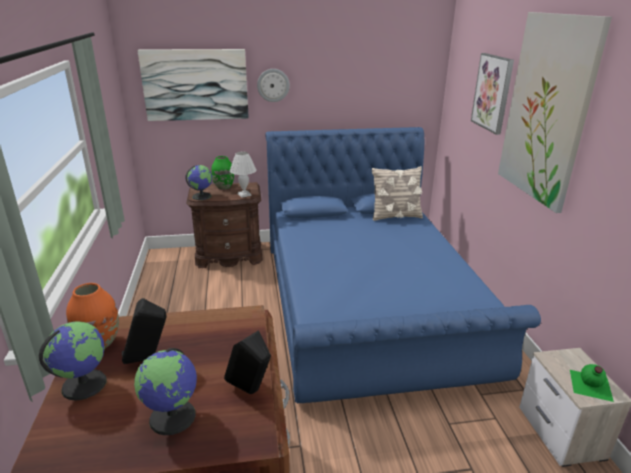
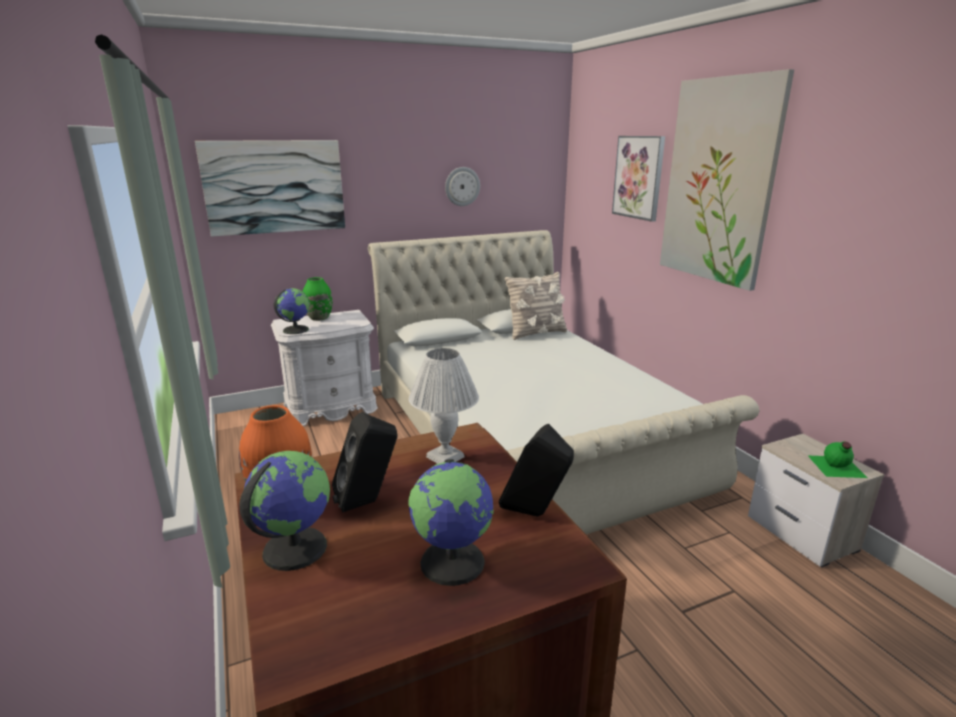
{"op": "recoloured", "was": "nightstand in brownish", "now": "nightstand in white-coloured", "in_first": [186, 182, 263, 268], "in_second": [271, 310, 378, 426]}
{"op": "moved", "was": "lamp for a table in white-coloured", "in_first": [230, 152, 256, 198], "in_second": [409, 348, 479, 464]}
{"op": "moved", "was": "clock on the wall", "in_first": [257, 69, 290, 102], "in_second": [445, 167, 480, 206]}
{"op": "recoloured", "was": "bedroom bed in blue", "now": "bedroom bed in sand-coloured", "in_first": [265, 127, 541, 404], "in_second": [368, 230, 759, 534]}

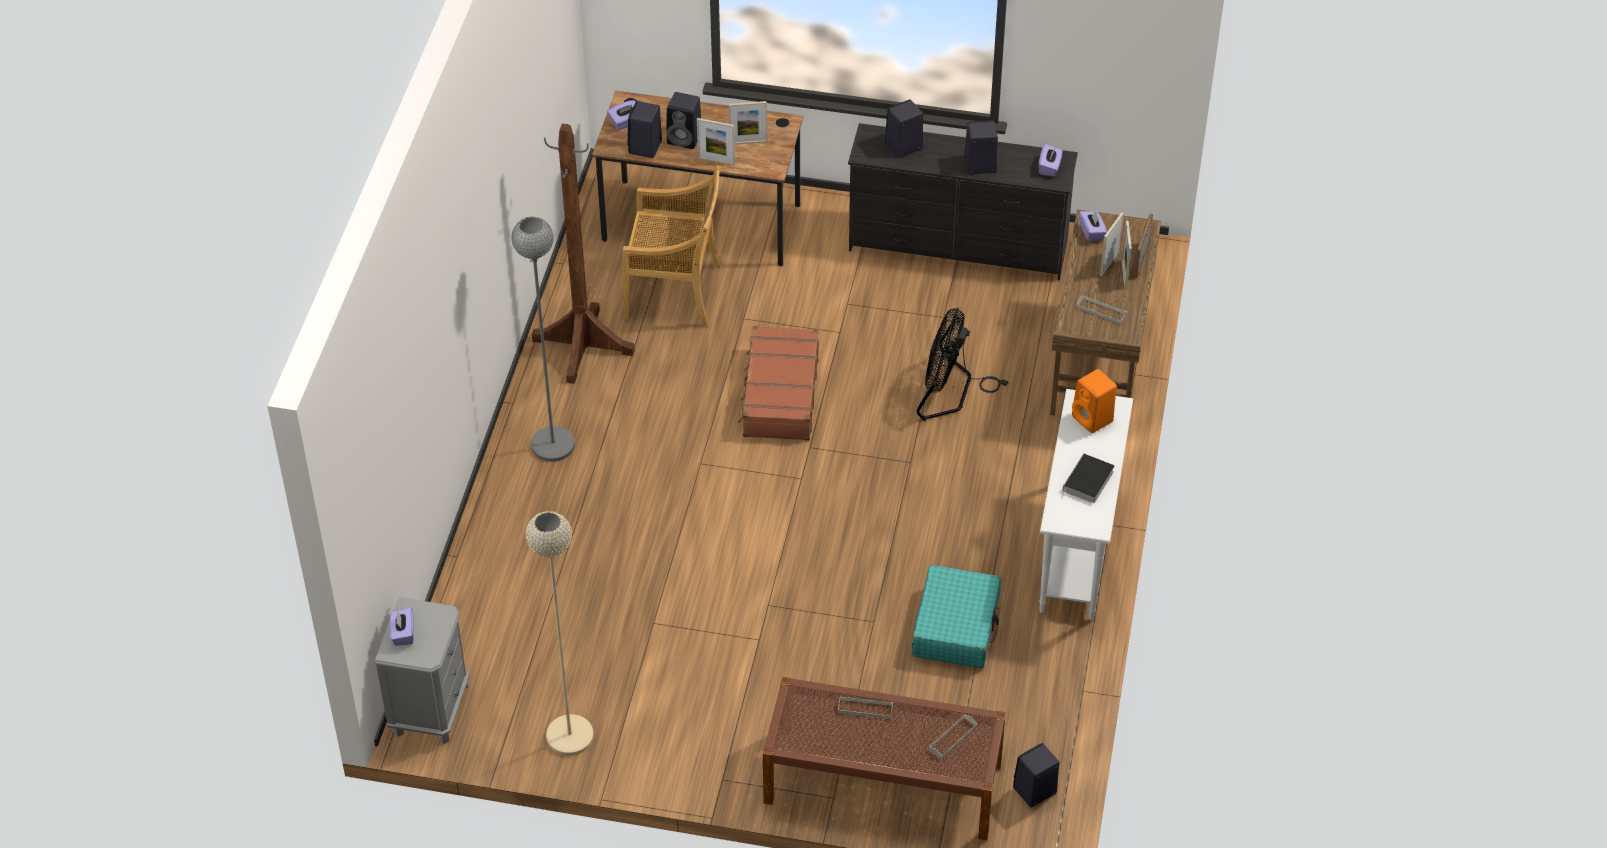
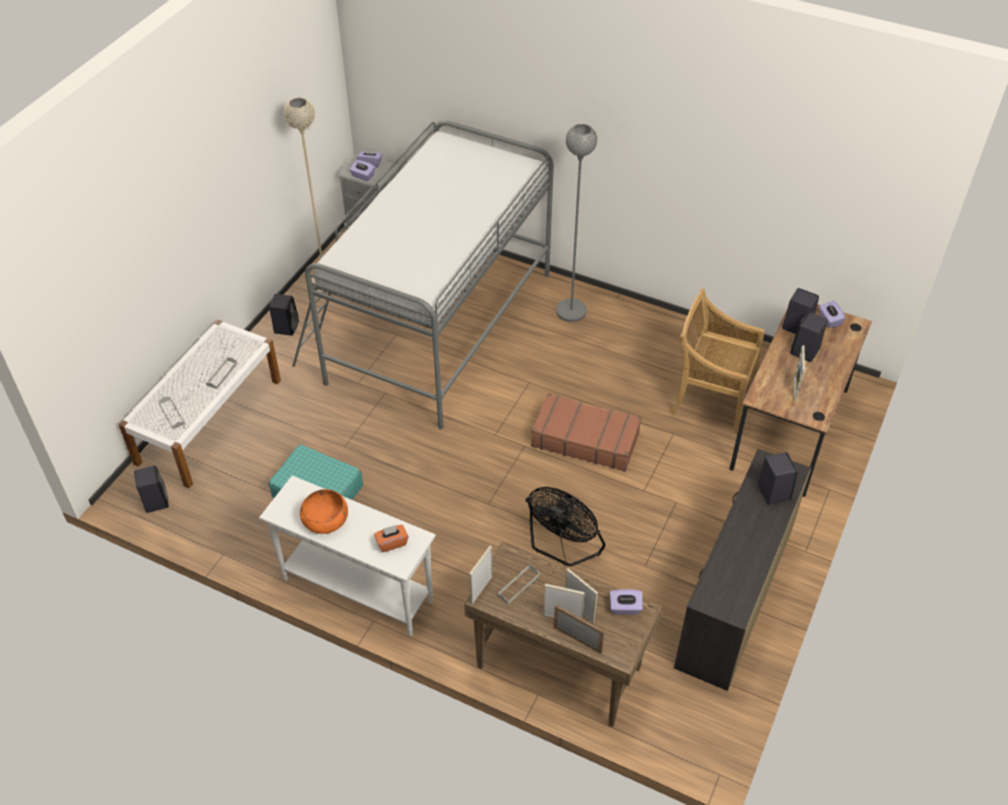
{"op": "removed", "was": "clothes rack in brownish", "in_first": [532, 124, 635, 384]}
{"op": "turned", "was": "chair in sand-coloured", "in_first": [622, 165, 721, 327], "in_second": [670, 288, 764, 434], "clockwise": 90}
{"op": "moved", "was": "standing frame", "in_first": [697, 118, 735, 166], "in_second": [469, 546, 492, 605]}
{"op": "recoloured", "was": "indoor bench in brownish", "now": "indoor bench in white-coloured", "in_first": [763, 677, 1006, 841], "in_second": [118, 319, 281, 489]}
{"op": "moved", "was": "audio speaker in black-coloured", "in_first": [964, 120, 998, 174], "in_second": [269, 294, 299, 336]}
{"op": "moved", "was": "tissue holder in purple-coloured", "in_first": [1038, 144, 1062, 177], "in_second": [350, 160, 375, 181]}
{"op": "replaced", "was": "bound book", "now": "deep dish in orangey", "in_first": [1061, 453, 1114, 503], "in_second": [300, 489, 348, 534]}
{"op": "replaced", "was": "audio speaker in orangey", "now": "tissue holder in orangey", "in_first": [1072, 369, 1117, 433], "in_second": [374, 525, 409, 552]}
{"op": "added", "now": "bedroom bed in gray", "in_second": [292, 121, 554, 430]}

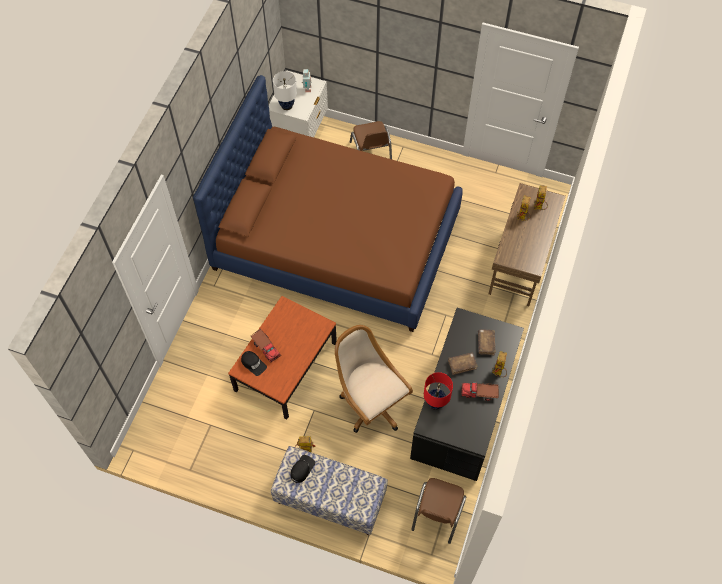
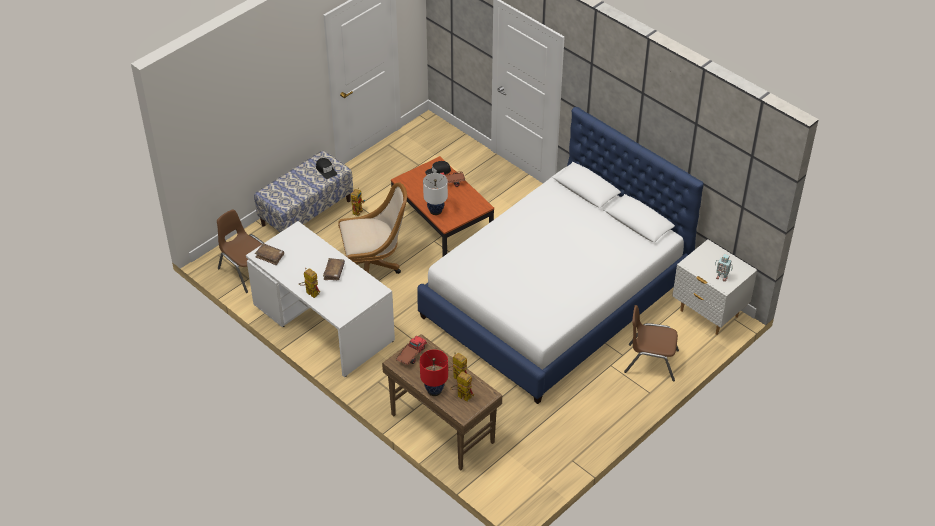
{"op": "recoloured", "was": "bedroom bed in brownish", "now": "bedroom bed in white-coloured", "in_first": [193, 75, 463, 332], "in_second": [417, 107, 704, 404]}
{"op": "moved", "was": "lamp for a table in white-coloured", "in_first": [273, 71, 297, 110], "in_second": [423, 173, 448, 215]}
{"op": "recoloured", "was": "desk table in black-coloured", "now": "desk table in white-coloured", "in_first": [410, 308, 524, 481], "in_second": [246, 221, 395, 377]}
{"op": "moved", "was": "lamp for a table in reddish", "in_first": [424, 372, 453, 410], "in_second": [420, 350, 448, 396]}
{"op": "moved", "was": "toy truck", "in_first": [461, 383, 499, 401], "in_second": [396, 336, 427, 365]}
{"op": "moved", "was": "bound book in brownish", "in_first": [478, 329, 496, 355], "in_second": [255, 243, 284, 265]}

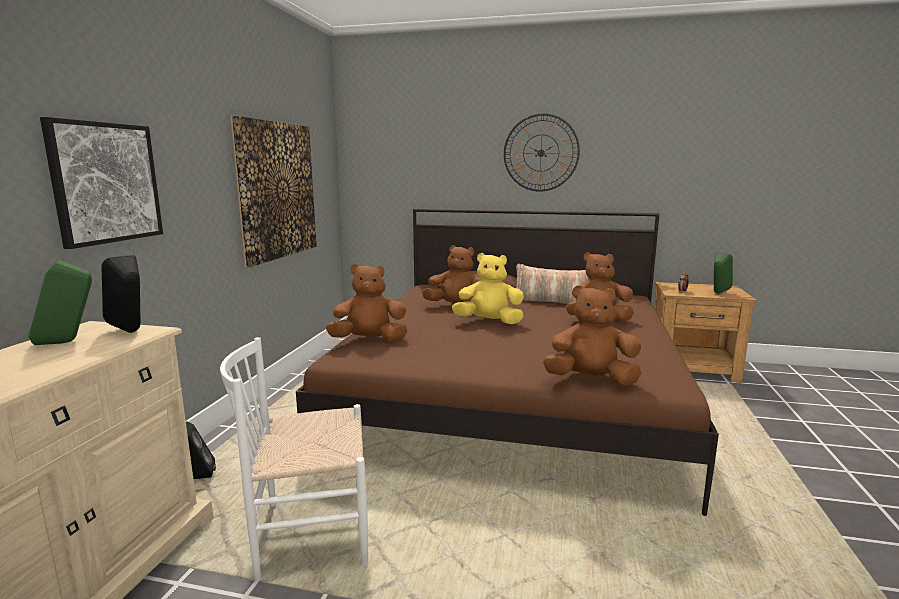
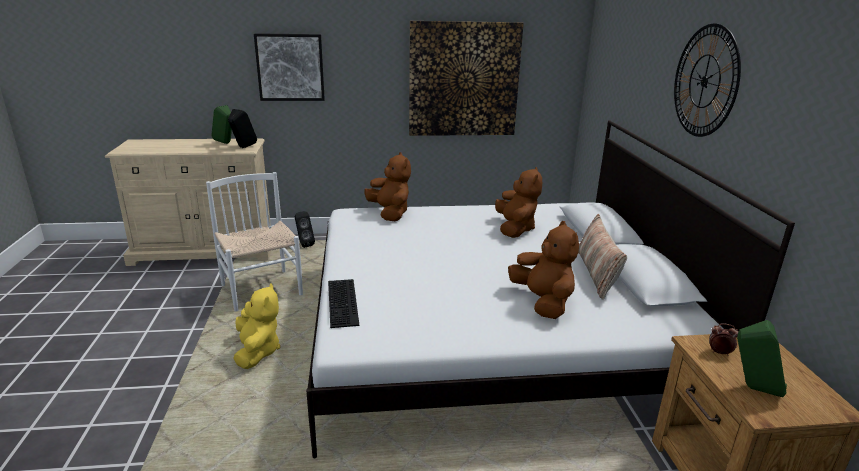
{"op": "recoloured", "was": "bedroom bed in brownish", "now": "bedroom bed in white-coloured", "in_first": [296, 209, 719, 516], "in_second": [306, 120, 795, 458]}
{"op": "moved", "was": "soft toy in yellow", "in_first": [452, 253, 524, 324], "in_second": [233, 284, 280, 369]}
{"op": "replaced", "was": "soft toy in brownish", "now": "keyboard", "in_first": [543, 285, 641, 386], "in_second": [328, 279, 359, 328]}

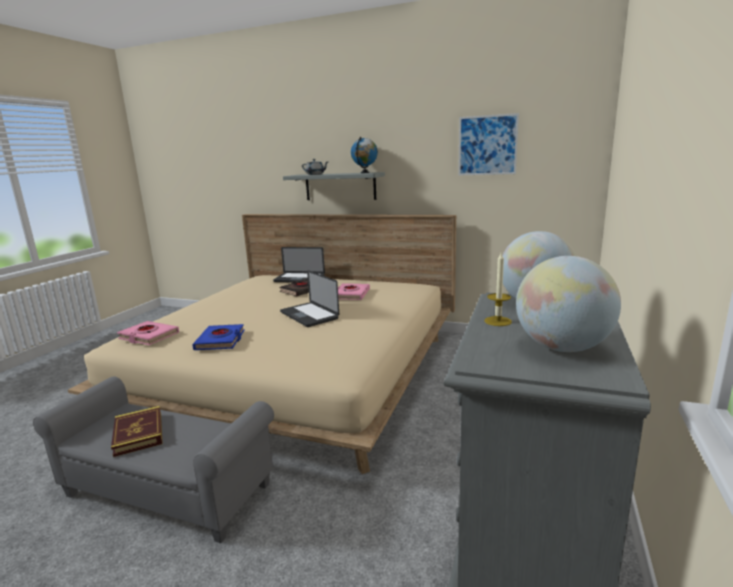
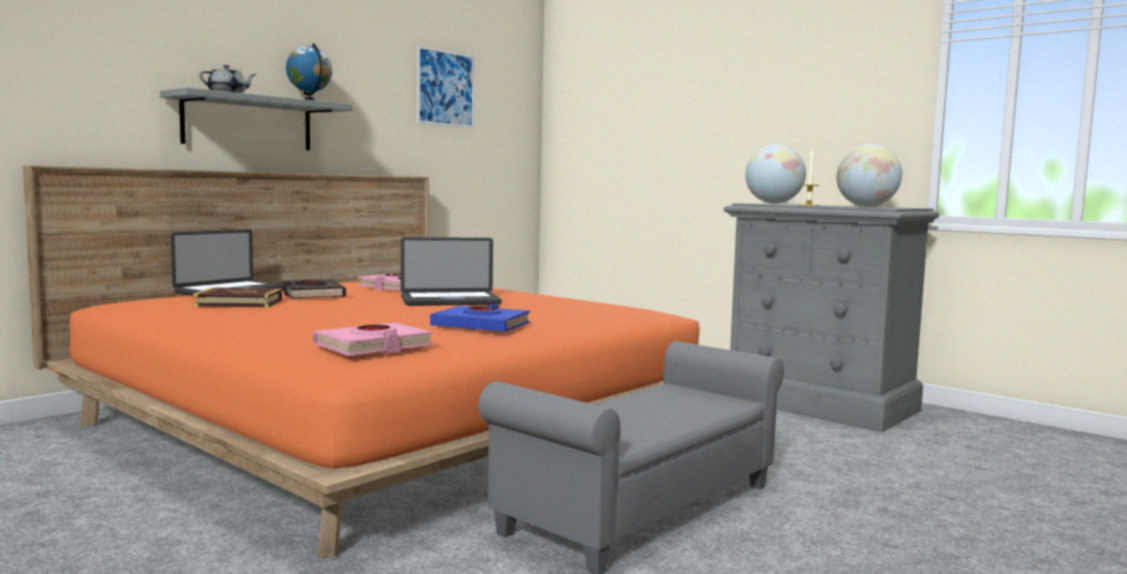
{"op": "recoloured", "was": "bedroom bed in sand-coloured", "now": "bedroom bed in orangey", "in_first": [68, 214, 456, 474], "in_second": [23, 166, 700, 558]}
{"op": "moved", "was": "bound book", "in_first": [111, 406, 163, 457], "in_second": [193, 287, 282, 307]}

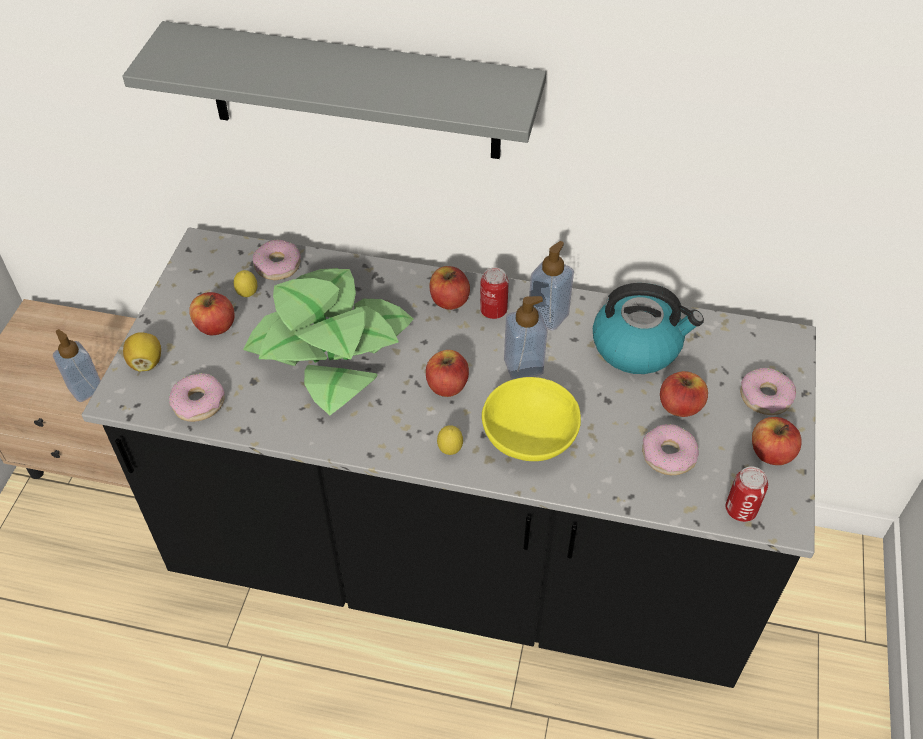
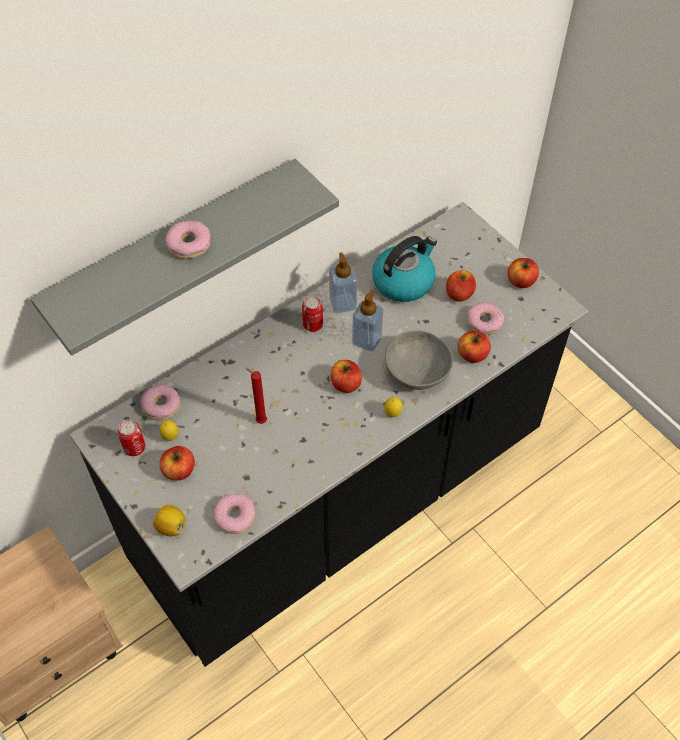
{"op": "removed", "was": "soap bottle", "in_first": [53, 329, 101, 402]}
{"op": "replaced", "was": "plant in a pot", "now": "wax candle in reddish", "in_first": [243, 268, 414, 415], "in_second": [245, 368, 267, 424]}
{"op": "moved", "was": "apple", "in_first": [429, 266, 470, 310], "in_second": [458, 331, 491, 363]}
{"op": "recoloured", "was": "deep dish in yellow", "now": "deep dish in gray", "in_first": [482, 377, 581, 461], "in_second": [385, 331, 453, 390]}
{"op": "moved", "was": "sealed can", "in_first": [725, 466, 768, 522], "in_second": [118, 419, 145, 456]}
{"op": "moved", "was": "doughnut", "in_first": [740, 368, 796, 415], "in_second": [166, 221, 211, 259]}

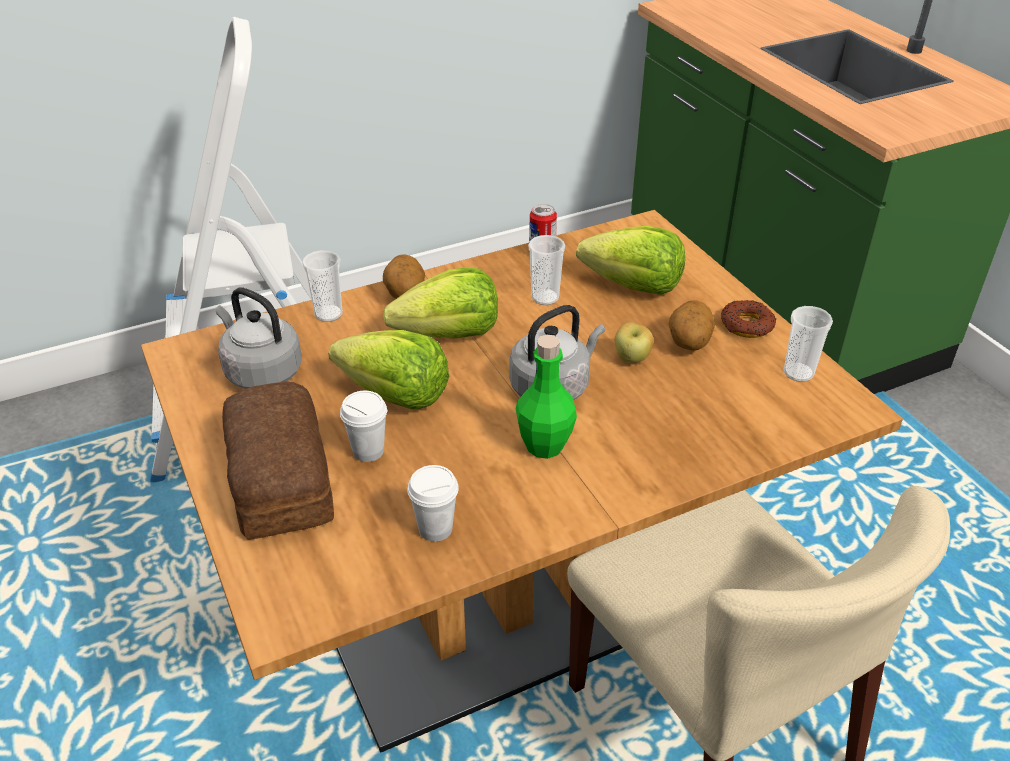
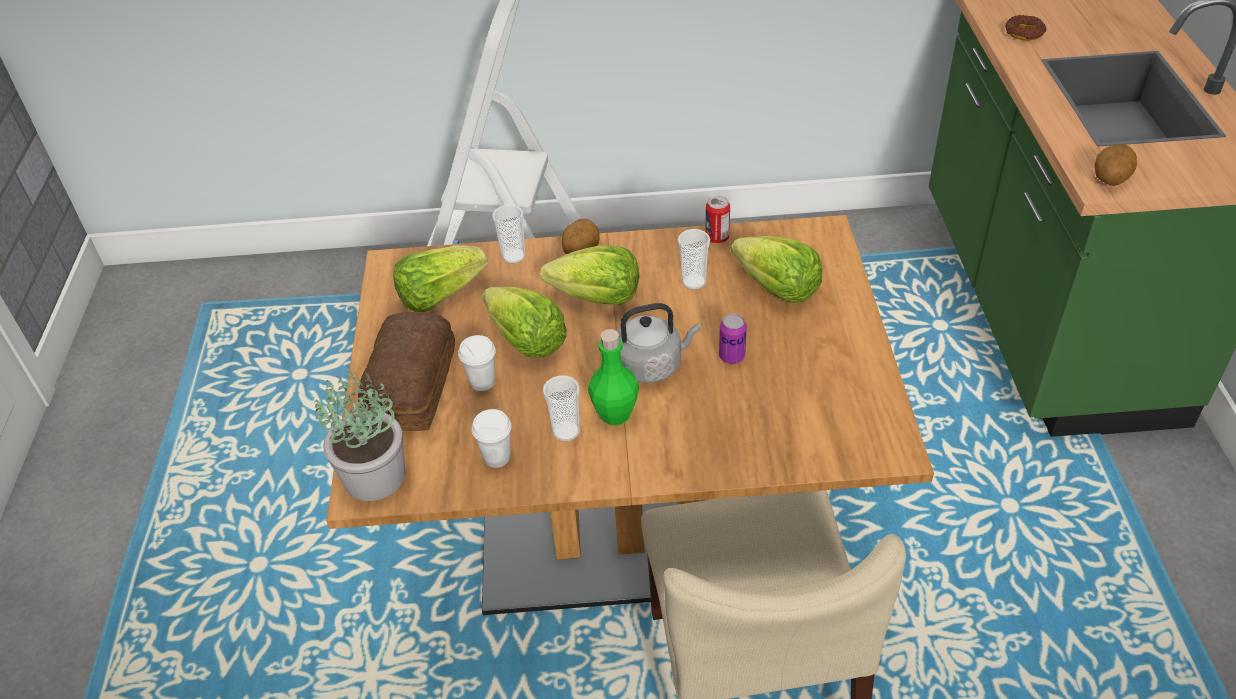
{"op": "replaced", "was": "water kettle in gray", "now": "head of lettuce", "in_first": [216, 287, 302, 389], "in_second": [393, 245, 488, 312]}
{"op": "replaced", "was": "apple", "now": "sealed can", "in_first": [615, 322, 654, 363], "in_second": [719, 314, 747, 364]}
{"op": "moved", "was": "potato", "in_first": [669, 300, 715, 351], "in_second": [1094, 144, 1137, 186]}
{"op": "moved", "was": "doughnut", "in_first": [721, 300, 776, 338], "in_second": [1005, 15, 1047, 40]}
{"op": "moved", "was": "cup", "in_first": [783, 306, 833, 382], "in_second": [543, 376, 580, 441]}
{"op": "added", "now": "plant in a pot", "in_second": [314, 366, 405, 501]}

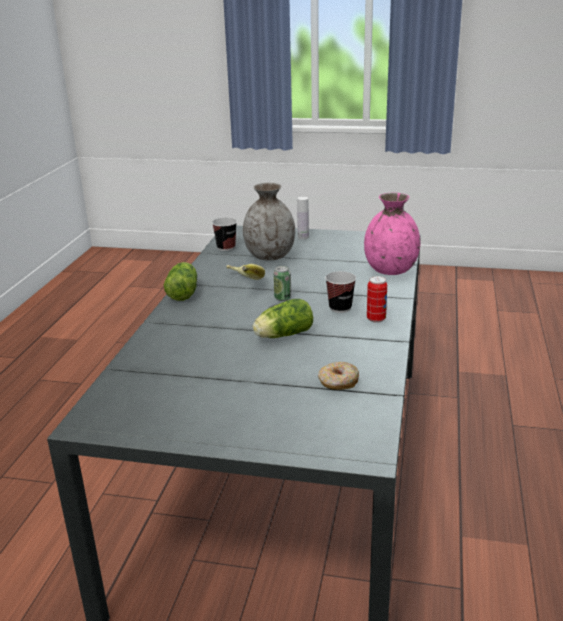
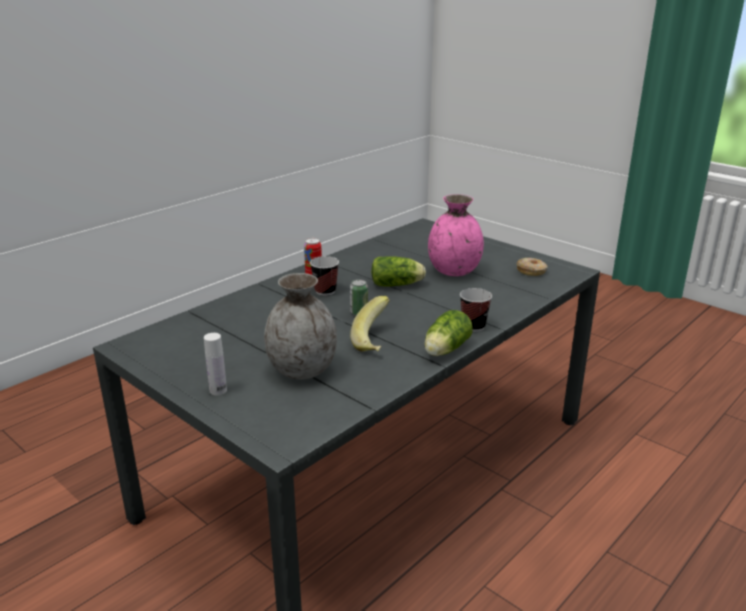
{"op": "moved", "was": "cup", "in_first": [212, 218, 237, 251], "in_second": [460, 288, 492, 332]}
{"op": "moved", "was": "doughnut", "in_first": [318, 362, 359, 390], "in_second": [516, 258, 547, 276]}
{"op": "moved", "was": "decorative vase in pink", "in_first": [364, 193, 420, 275], "in_second": [428, 194, 484, 276]}

